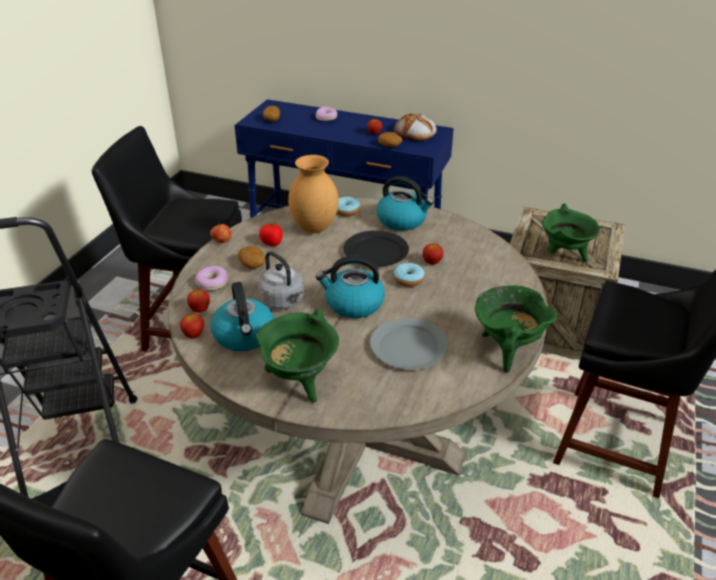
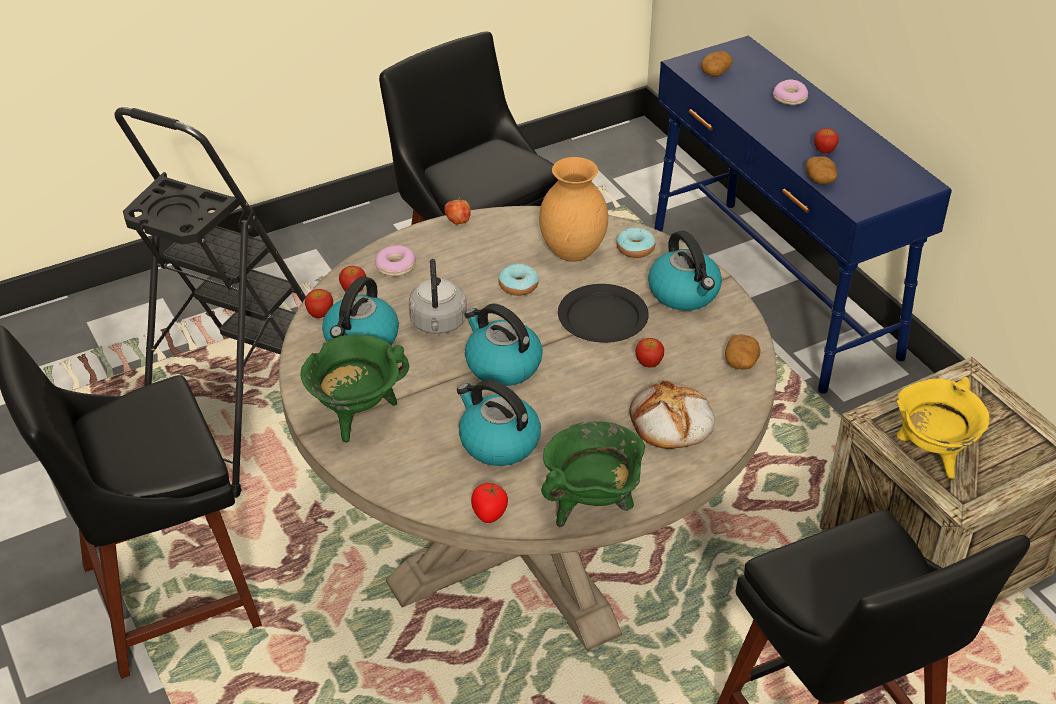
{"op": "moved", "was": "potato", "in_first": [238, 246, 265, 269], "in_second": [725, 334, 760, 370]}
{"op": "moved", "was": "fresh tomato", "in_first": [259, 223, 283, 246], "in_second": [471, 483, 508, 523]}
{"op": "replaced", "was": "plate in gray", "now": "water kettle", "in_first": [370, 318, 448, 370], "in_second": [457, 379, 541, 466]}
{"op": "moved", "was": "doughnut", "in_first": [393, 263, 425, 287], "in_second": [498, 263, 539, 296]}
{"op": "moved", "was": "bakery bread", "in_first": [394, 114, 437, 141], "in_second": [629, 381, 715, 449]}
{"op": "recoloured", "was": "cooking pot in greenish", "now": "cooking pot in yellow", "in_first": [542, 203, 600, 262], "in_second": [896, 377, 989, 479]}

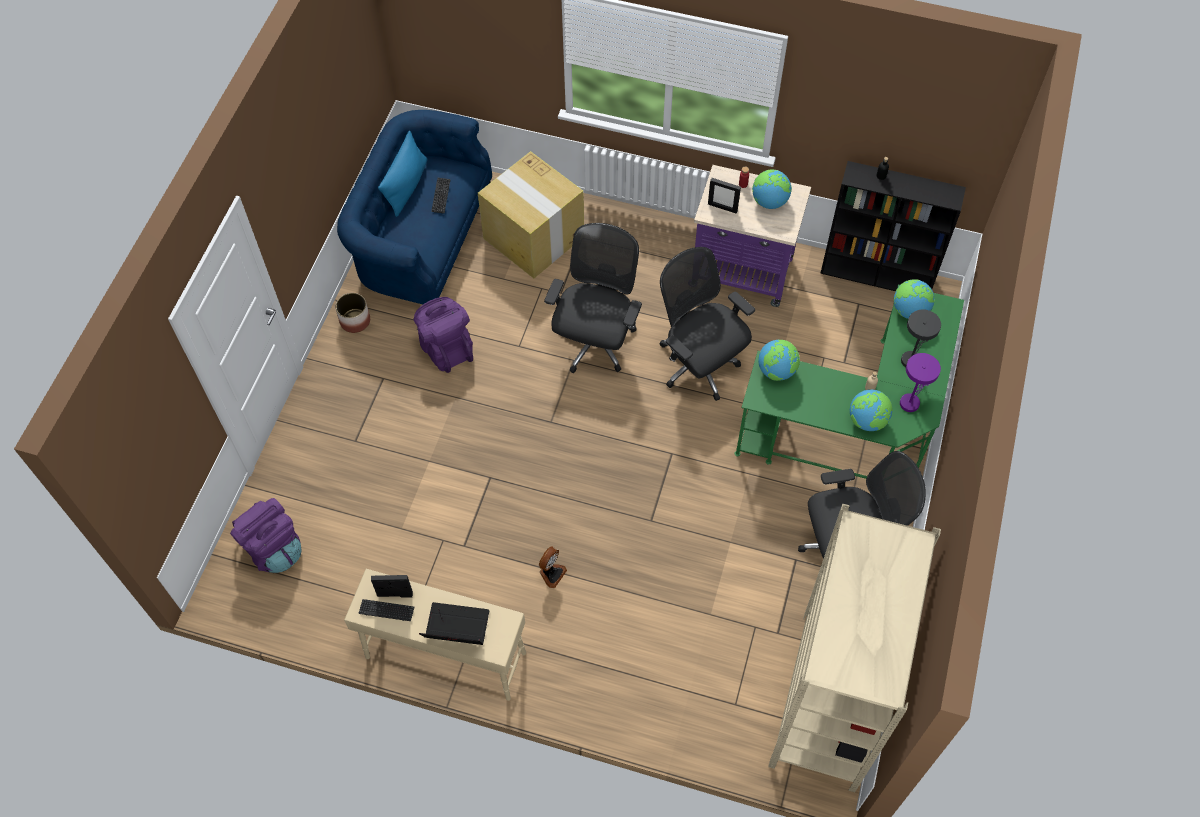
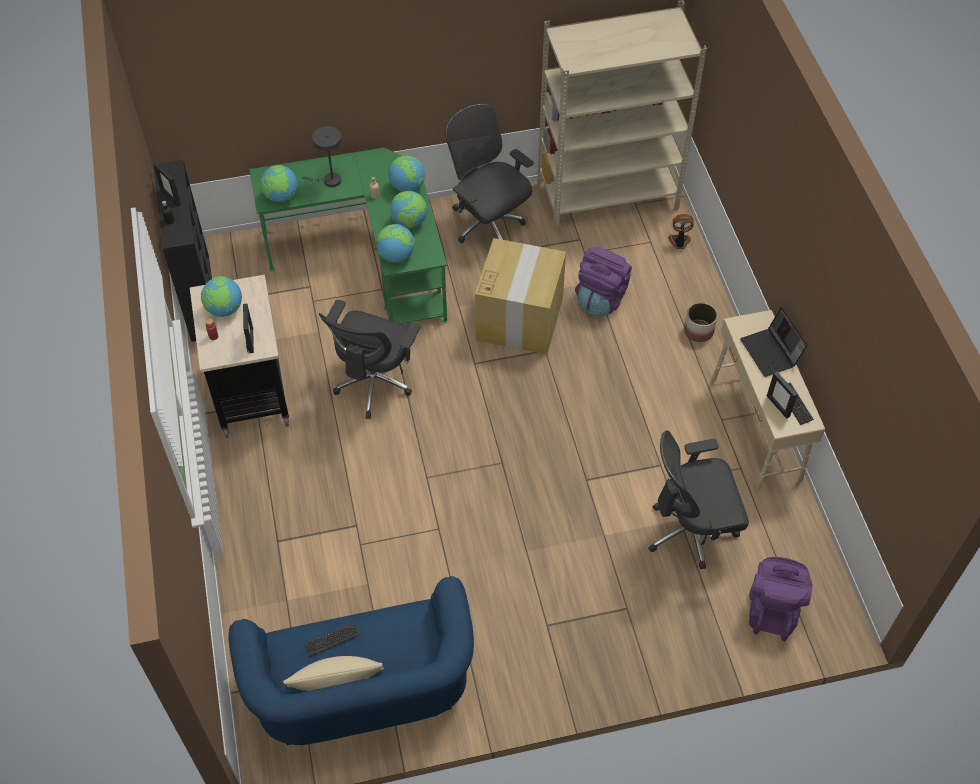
{"op": "moved", "was": "planter", "in_first": [335, 293, 370, 333], "in_second": [684, 302, 717, 342]}
{"op": "recoloured", "was": "throw pillow in blue", "now": "throw pillow in sand-coloured", "in_first": [378, 130, 428, 217], "in_second": [283, 656, 384, 691]}
{"op": "moved", "was": "backpack in purple-coloured", "in_first": [413, 297, 473, 373], "in_second": [575, 247, 632, 316]}
{"op": "moved", "was": "packing box", "in_first": [478, 151, 584, 278], "in_second": [475, 238, 566, 355]}
{"op": "moved", "was": "fan", "in_first": [539, 547, 567, 588], "in_second": [668, 214, 694, 249]}
{"op": "moved", "was": "desk chair", "in_first": [544, 223, 642, 373], "in_second": [648, 430, 749, 569]}
{"op": "recoloured", "was": "wheeled cart in purple-coloured", "now": "wheeled cart in black-coloured", "in_first": [694, 165, 811, 307], "in_second": [190, 275, 289, 438]}
{"op": "removed", "was": "lamp for a table in purple-coloured", "in_first": [900, 353, 941, 412]}
{"op": "added", "now": "standing frame", "in_second": [153, 162, 181, 206]}
{"op": "added", "now": "desk globe", "in_second": [390, 191, 428, 228]}

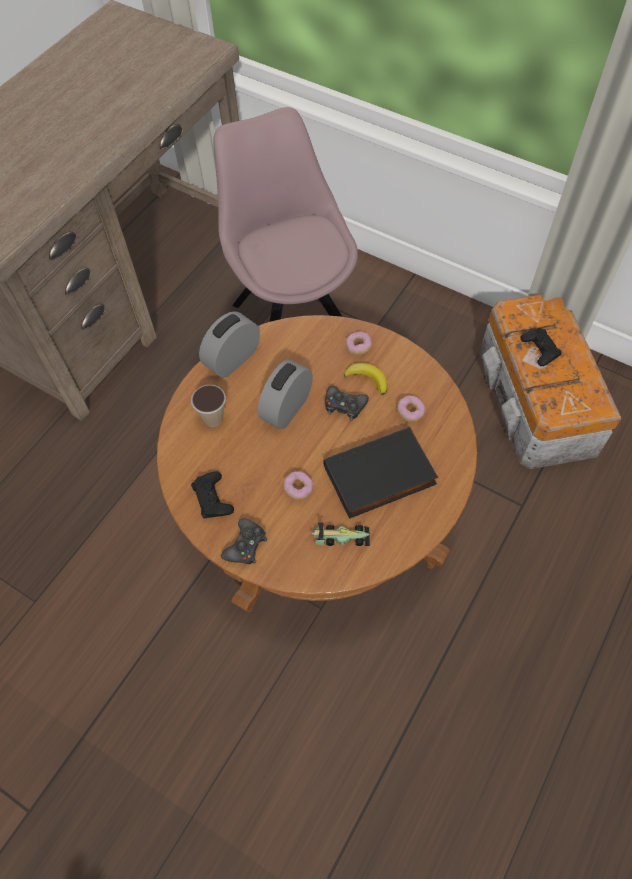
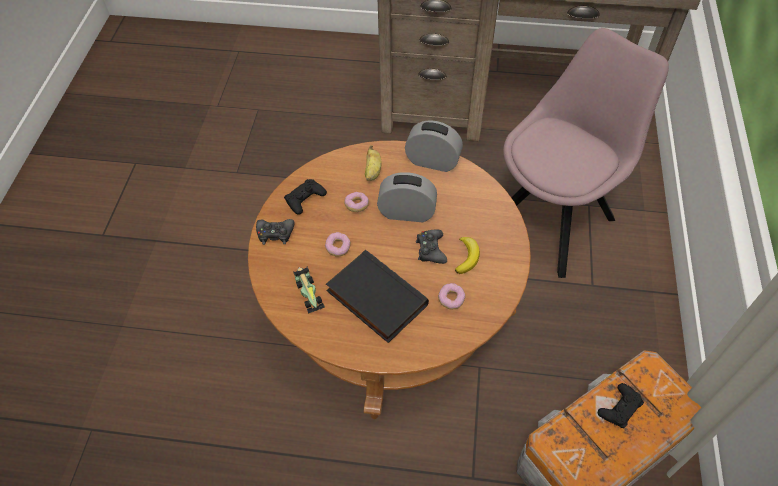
{"op": "replaced", "was": "cup", "now": "banana", "in_first": [191, 385, 226, 427], "in_second": [365, 145, 381, 181]}
{"op": "moved", "was": "doughnut", "in_first": [346, 332, 372, 355], "in_second": [344, 192, 369, 212]}

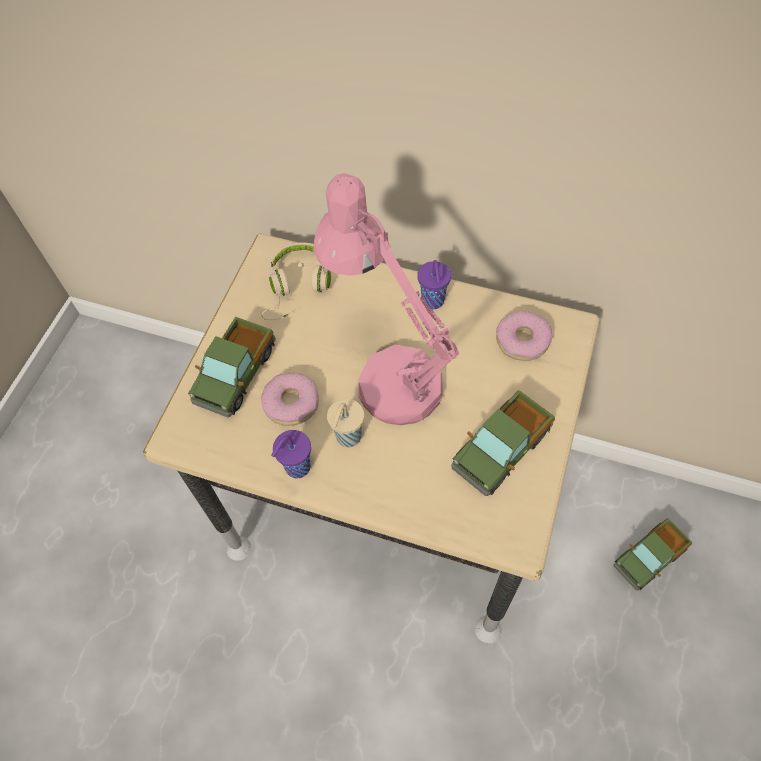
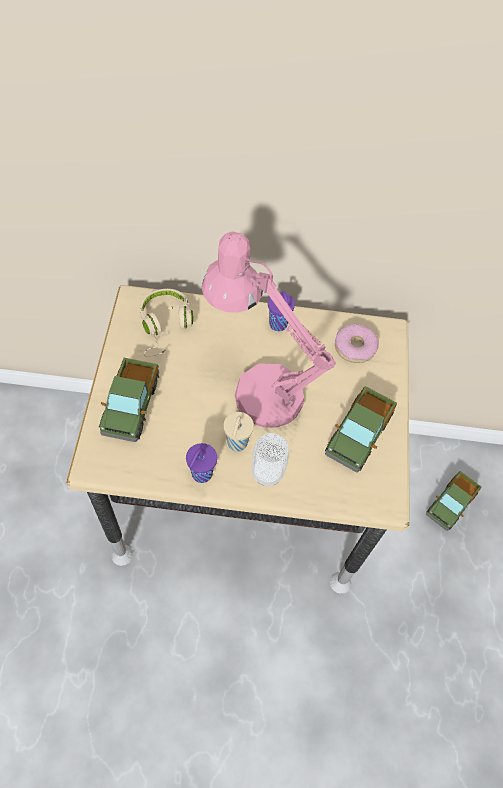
{"op": "removed", "was": "doughnut", "in_first": [261, 372, 319, 426]}
{"op": "added", "now": "cup", "in_second": [252, 433, 289, 486]}

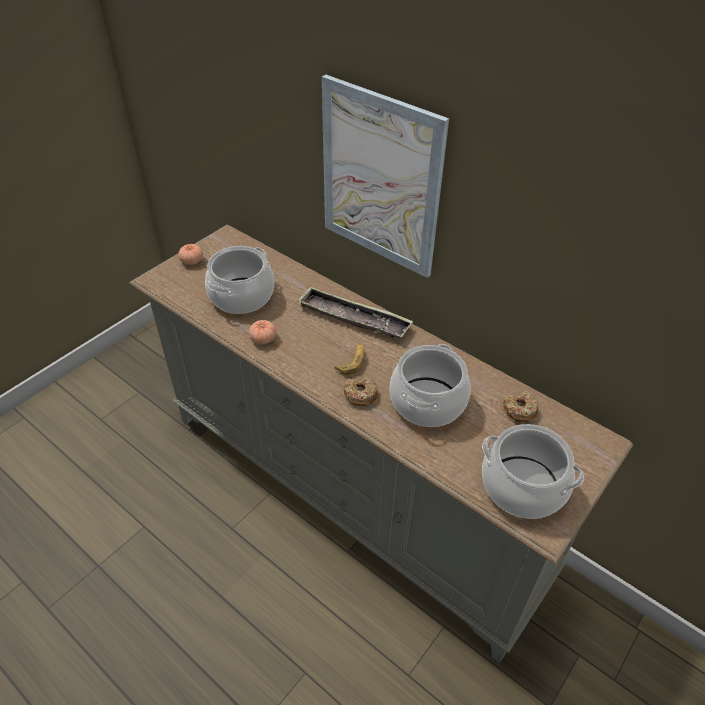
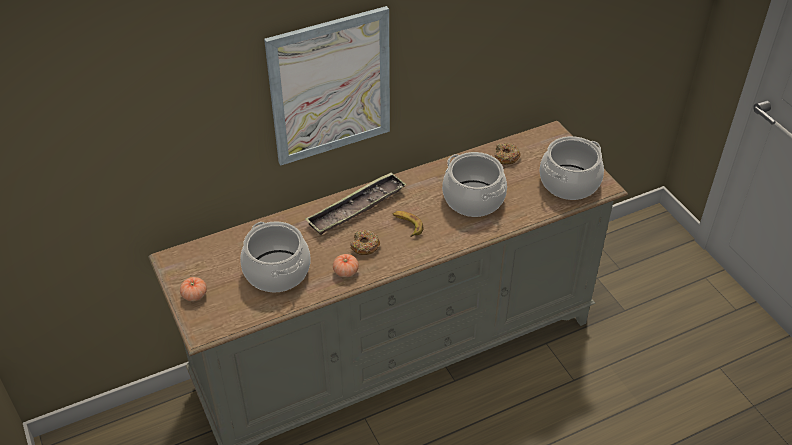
{"op": "moved", "was": "doughnut", "in_first": [344, 376, 378, 406], "in_second": [350, 230, 380, 255]}

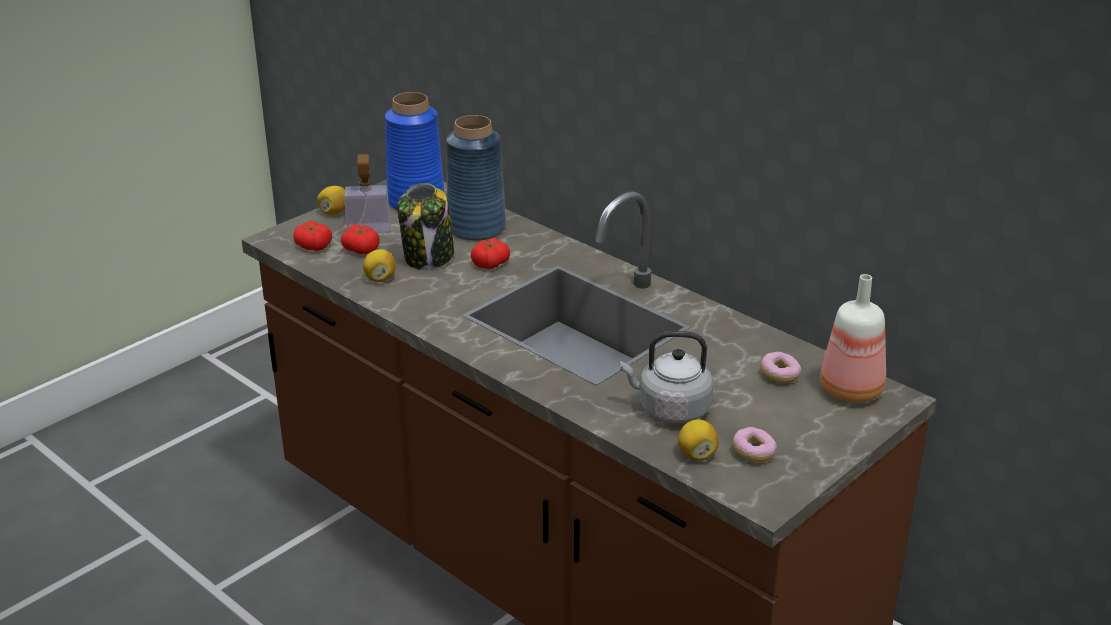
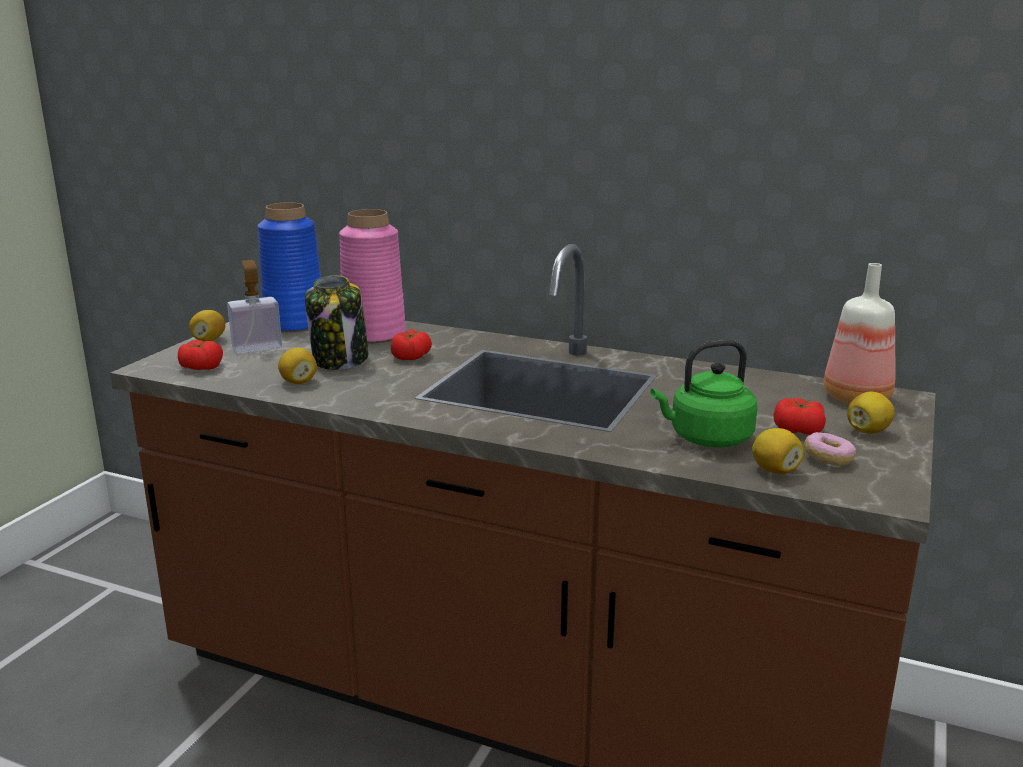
{"op": "moved", "was": "fresh tomato", "in_first": [341, 224, 380, 254], "in_second": [774, 398, 826, 435]}
{"op": "recoloured", "was": "decorative vase in blue", "now": "decorative vase in pink", "in_first": [446, 115, 506, 241], "in_second": [339, 209, 406, 343]}
{"op": "recoloured", "was": "water kettle in gray", "now": "water kettle in greenish", "in_first": [620, 331, 714, 423], "in_second": [651, 339, 757, 448]}
{"op": "removed", "was": "doughnut", "in_first": [760, 352, 801, 383]}
{"op": "added", "now": "whole lemon", "in_second": [847, 391, 895, 434]}

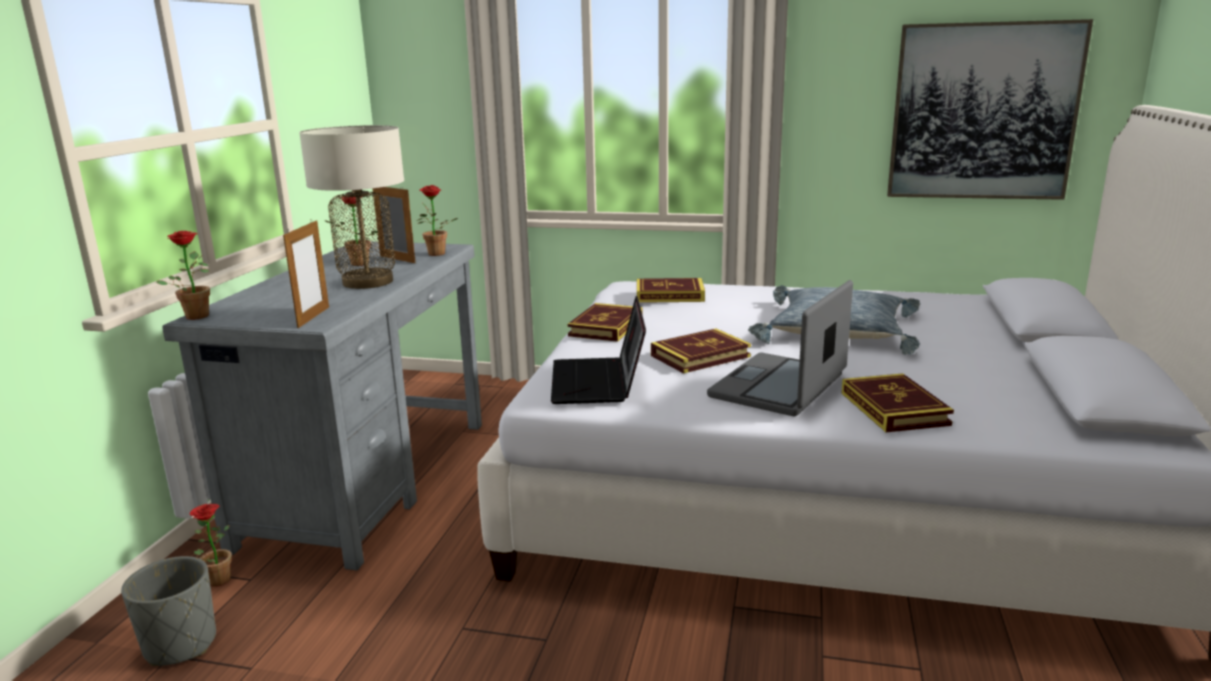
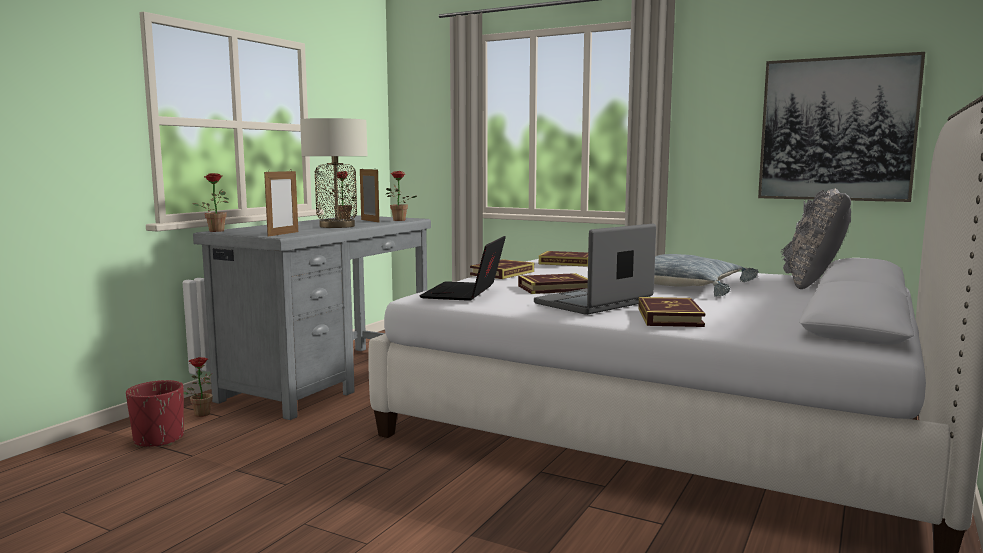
{"op": "recoloured", "was": "planter in gray", "now": "planter in reddish", "in_first": [121, 556, 216, 666], "in_second": [126, 380, 184, 447]}
{"op": "added", "now": "throw pillow in gray", "in_second": [781, 189, 851, 289]}

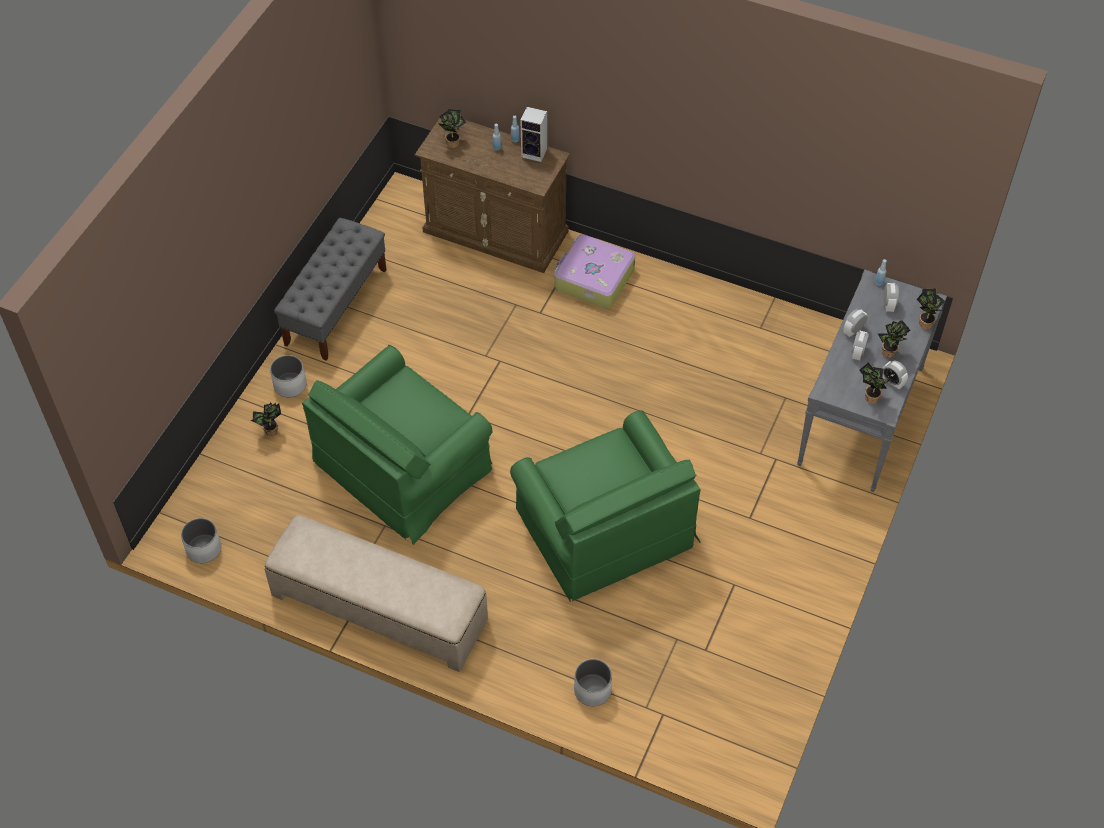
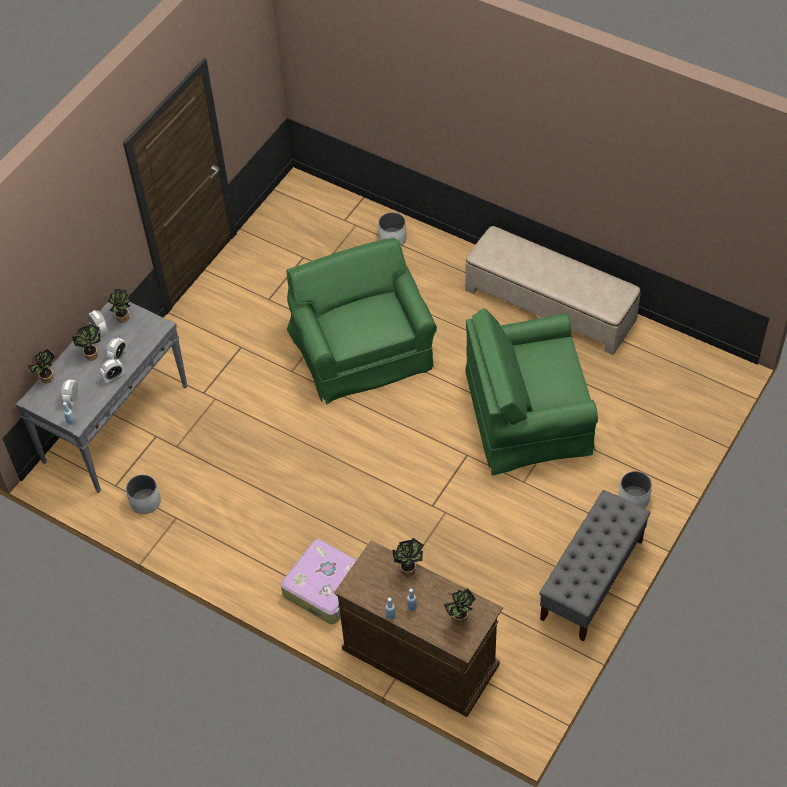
{"op": "moved", "was": "planter in white-coloured", "in_first": [181, 518, 221, 563], "in_second": [126, 474, 161, 514]}
{"op": "moved", "was": "plant in a pot", "in_first": [251, 402, 281, 436], "in_second": [392, 538, 424, 576]}
{"op": "turned", "was": "easy chair in greenish", "in_first": [302, 345, 493, 545], "in_second": [465, 308, 598, 476], "clockwise": -150}
{"op": "removed", "was": "audio speaker", "in_first": [520, 107, 547, 162]}

